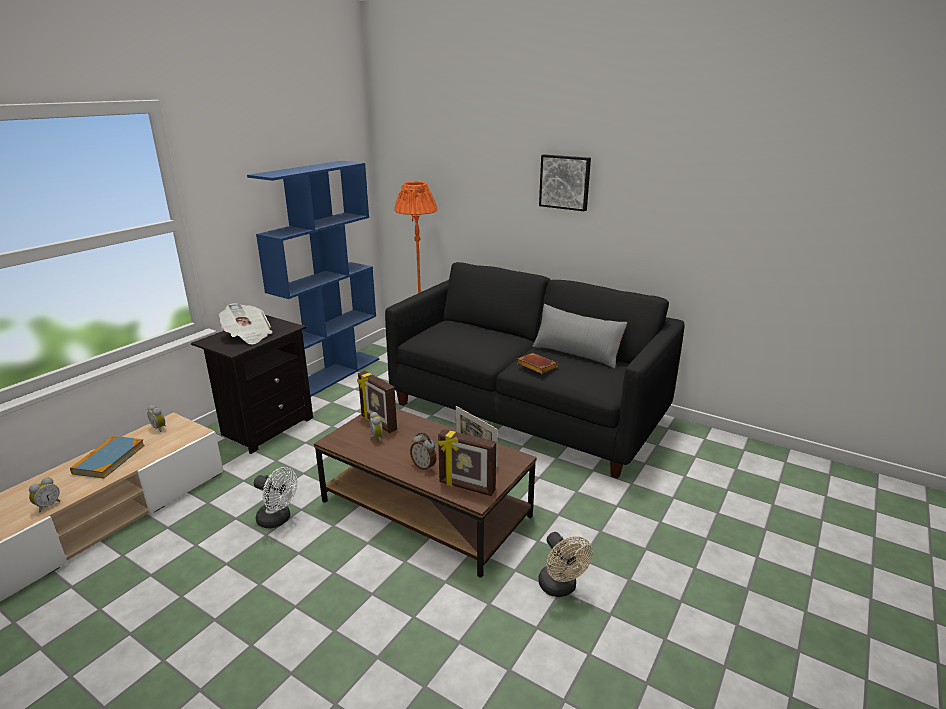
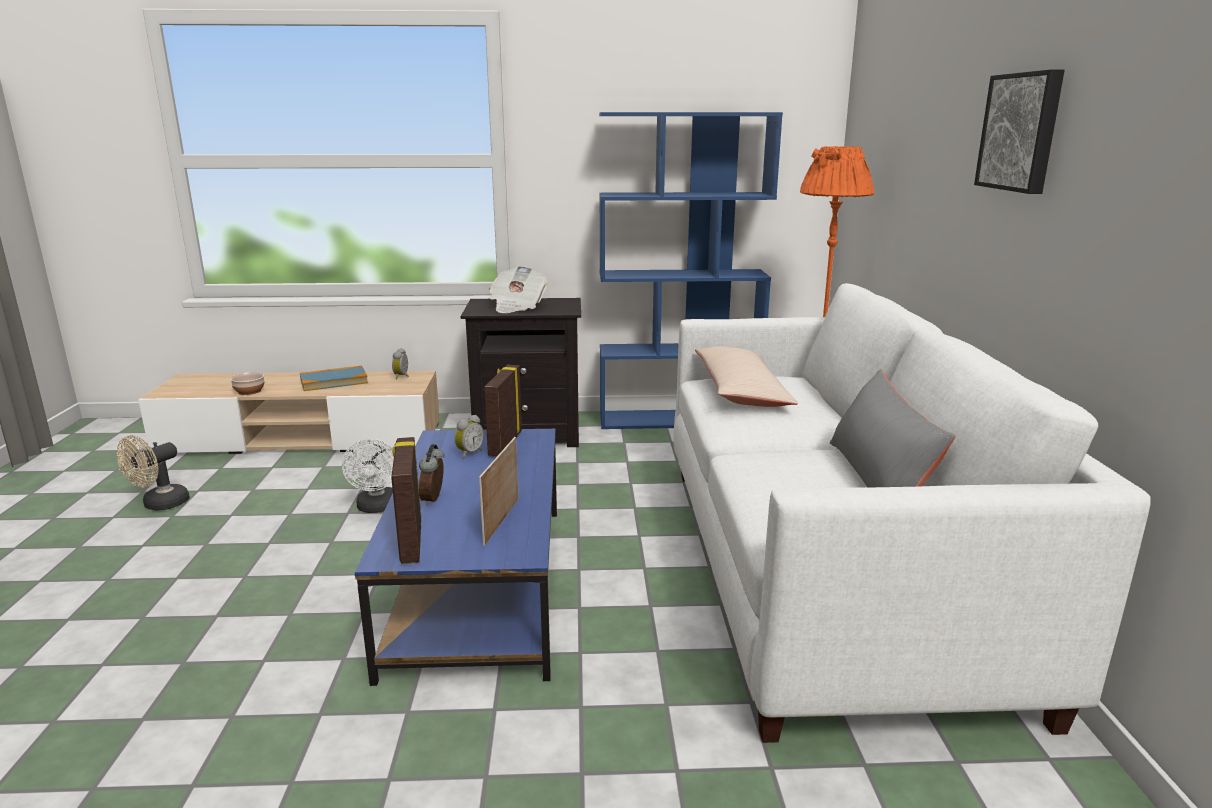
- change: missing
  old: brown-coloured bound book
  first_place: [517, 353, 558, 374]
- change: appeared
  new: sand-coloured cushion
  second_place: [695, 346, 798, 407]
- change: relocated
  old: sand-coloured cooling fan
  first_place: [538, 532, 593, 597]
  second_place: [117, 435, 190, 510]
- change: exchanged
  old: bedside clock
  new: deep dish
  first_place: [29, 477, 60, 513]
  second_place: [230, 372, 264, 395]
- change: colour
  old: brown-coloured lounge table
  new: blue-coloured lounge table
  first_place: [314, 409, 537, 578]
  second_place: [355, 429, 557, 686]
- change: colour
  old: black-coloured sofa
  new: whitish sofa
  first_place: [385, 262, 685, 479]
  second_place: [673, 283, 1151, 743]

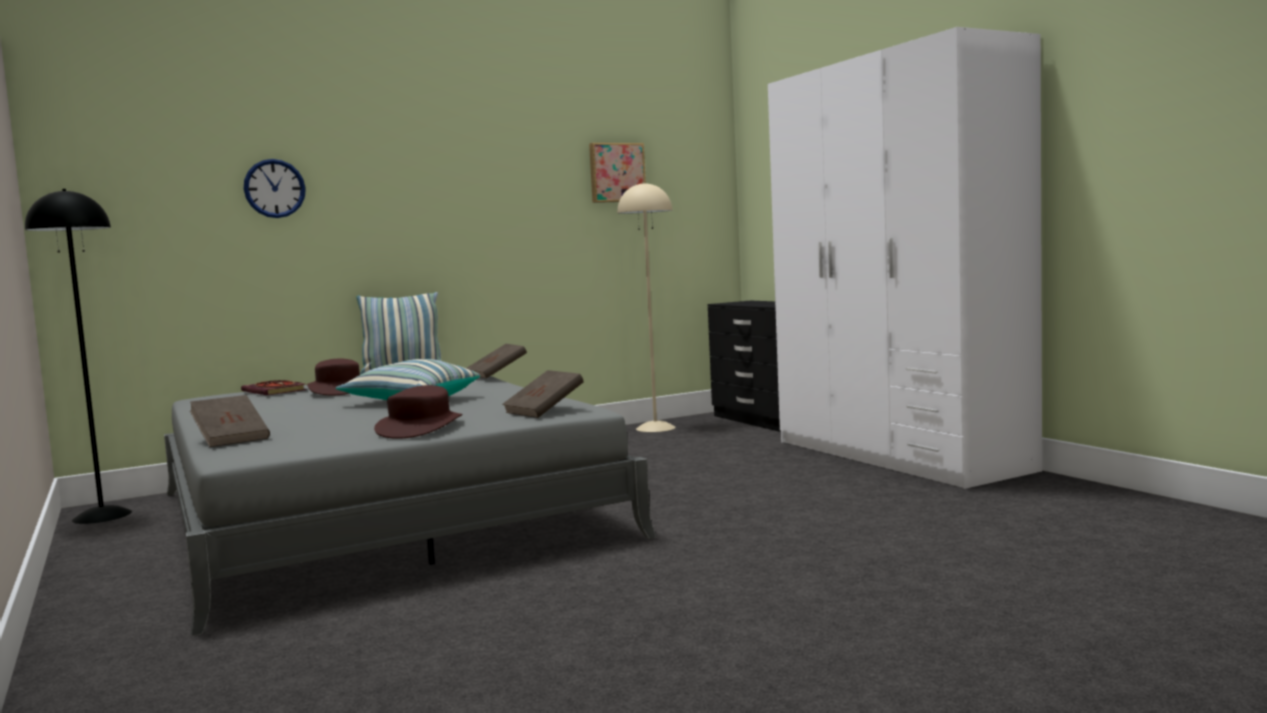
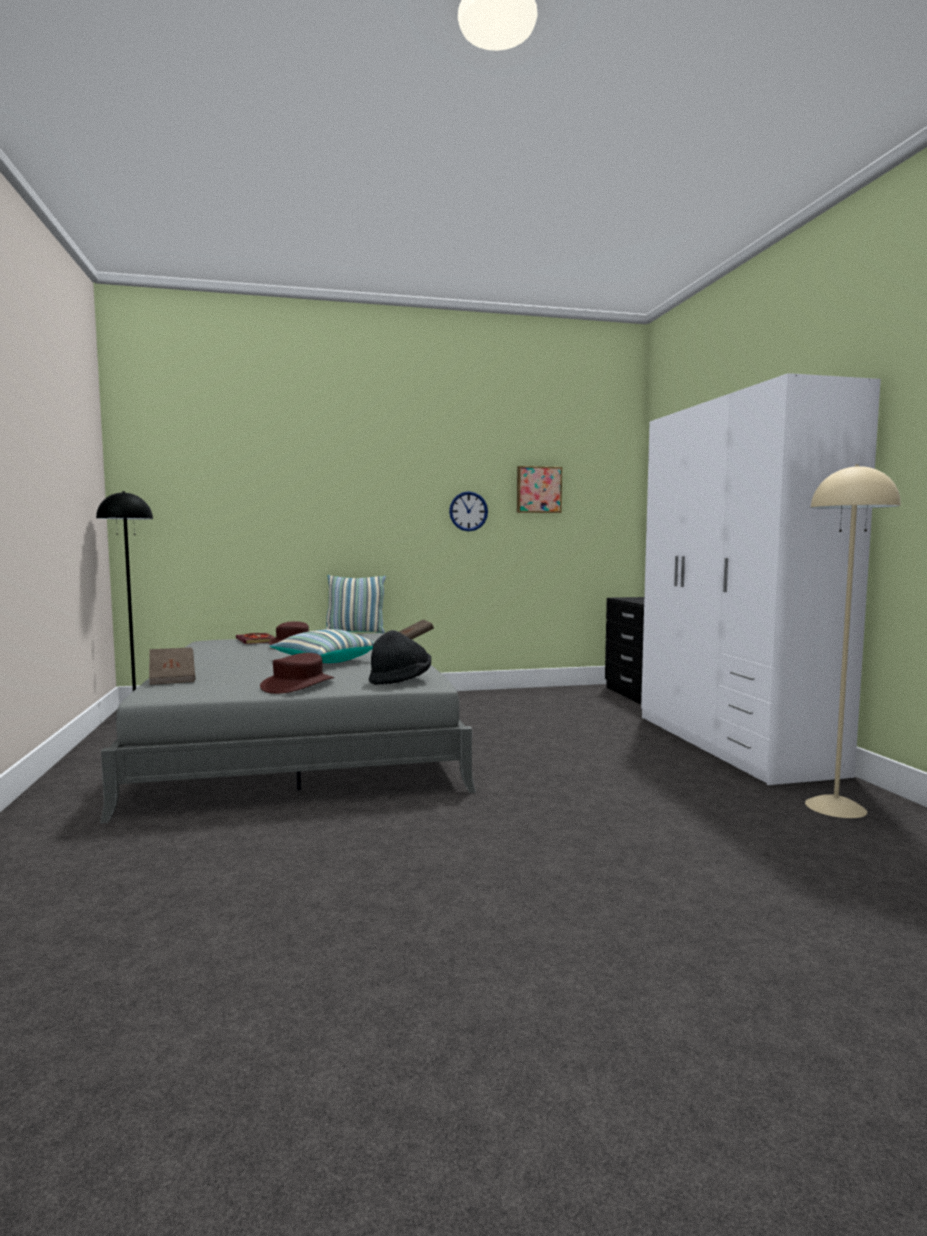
- change: relocated
  old: hanging clock
  first_place: [244, 159, 306, 218]
  second_place: [449, 491, 488, 531]
- change: relocated
  old: sand-coloured standing lamp
  first_place: [617, 182, 676, 432]
  second_place: [805, 464, 901, 818]
- change: exchanged
  old: brown-coloured bound book
  new: black-coloured hat
  first_place: [502, 370, 583, 418]
  second_place: [369, 630, 431, 685]

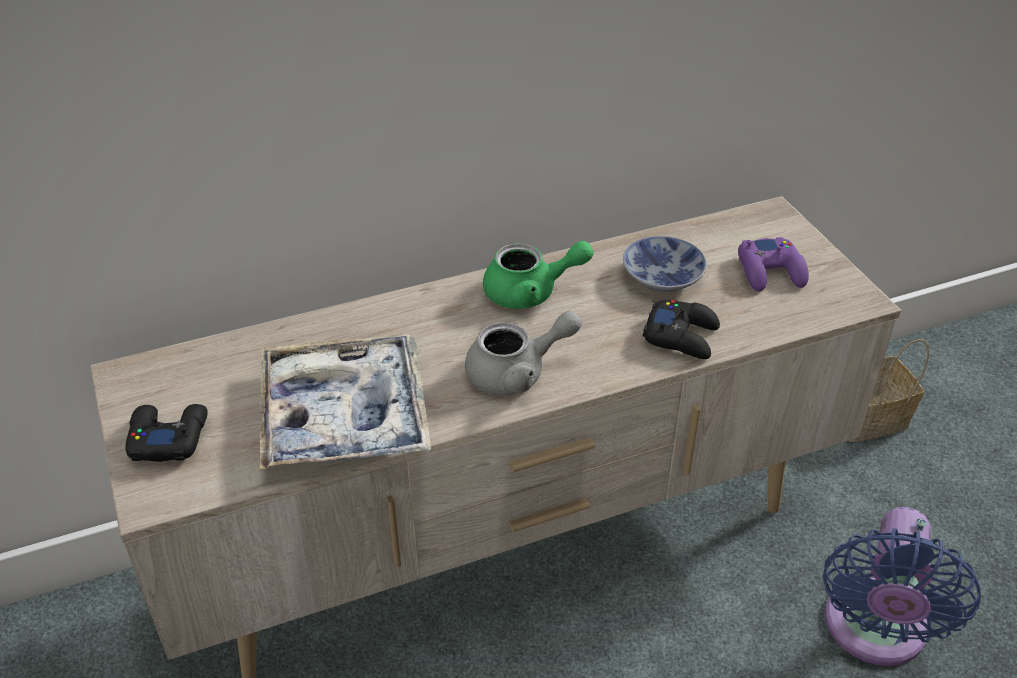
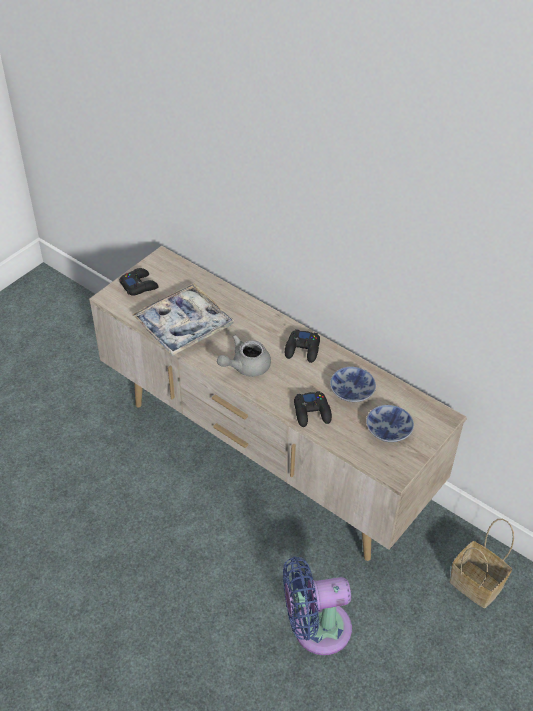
- change: exchanged
  old: greenish tea pot
  new: black-coloured game controller
  first_place: [483, 241, 594, 309]
  second_place: [285, 329, 320, 363]
- change: exchanged
  old: purplish game controller
  new: deep dish
  first_place: [738, 237, 809, 292]
  second_place: [366, 405, 414, 442]
- change: spun
  old: grey tea pot
  first_place: [465, 311, 582, 395]
  second_place: [217, 335, 271, 377]
  degrees: 105

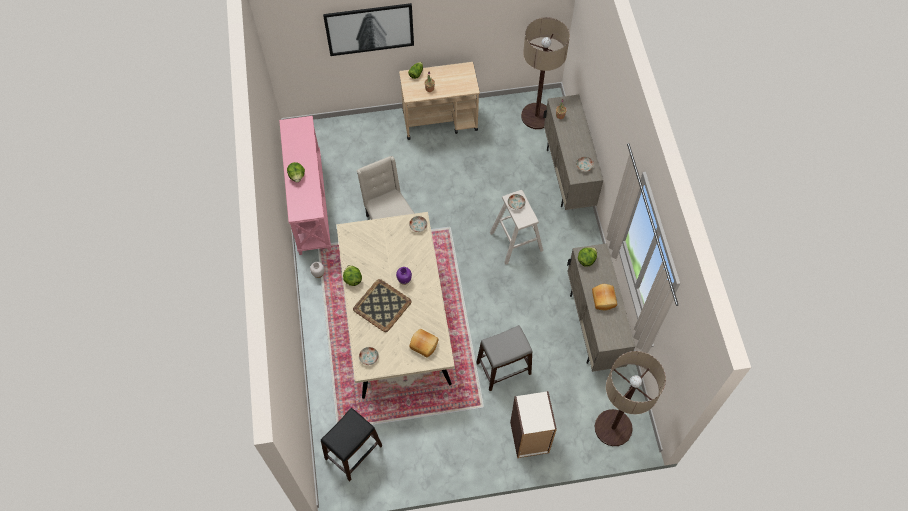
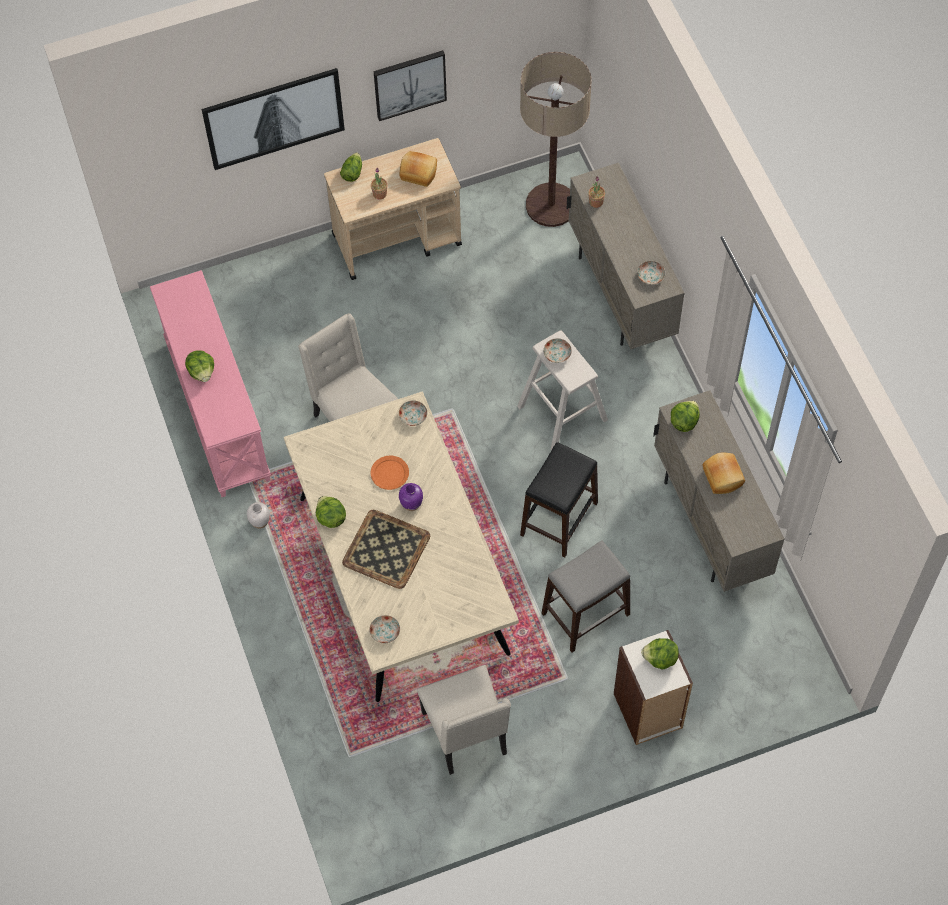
- change: missing
  old: standing lamp
  first_place: [595, 351, 666, 446]
- change: appeared
  new: orange-coloured plate
  second_place: [371, 456, 409, 490]
- change: appeared
  new: wall picture
  second_place: [374, 50, 447, 121]
- change: appeared
  new: sand-coloured upright chair
  second_place: [417, 665, 511, 775]
- change: appeared
  new: lettuce head
  second_place: [641, 638, 679, 670]
- change: relocated
  old: black-coloured sitting stool
  first_place: [321, 408, 382, 482]
  second_place: [520, 442, 598, 558]
- change: relocated
  old: bakery bread
  first_place: [409, 329, 438, 358]
  second_place: [400, 151, 437, 187]

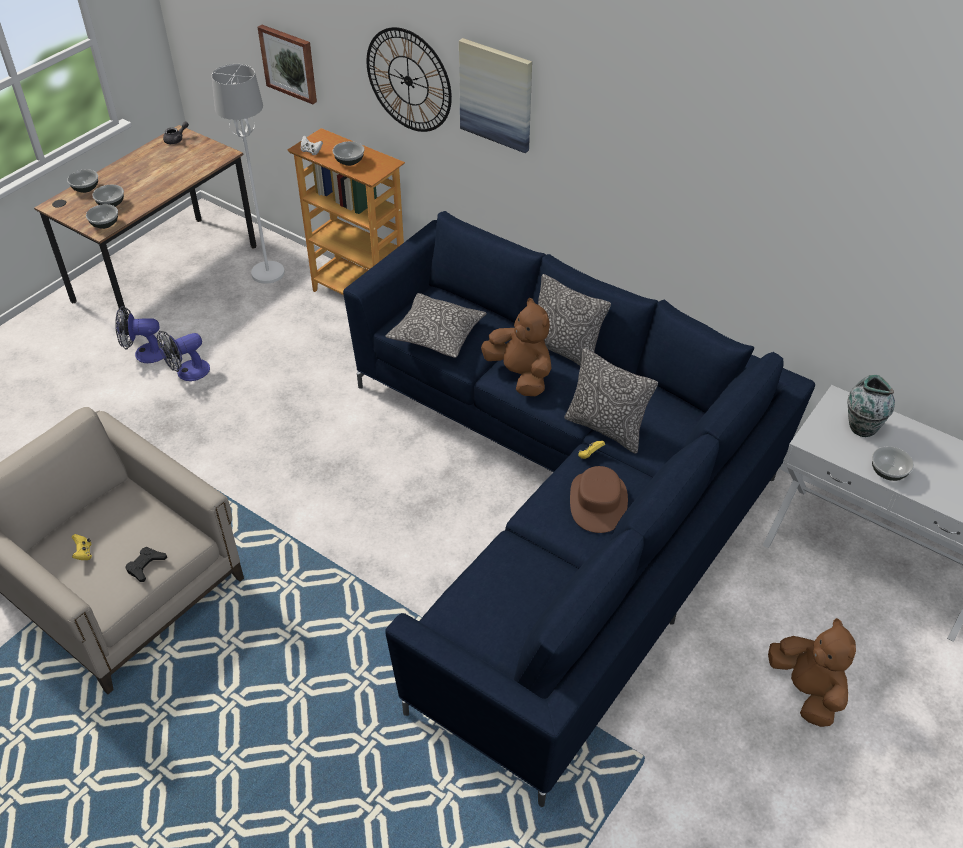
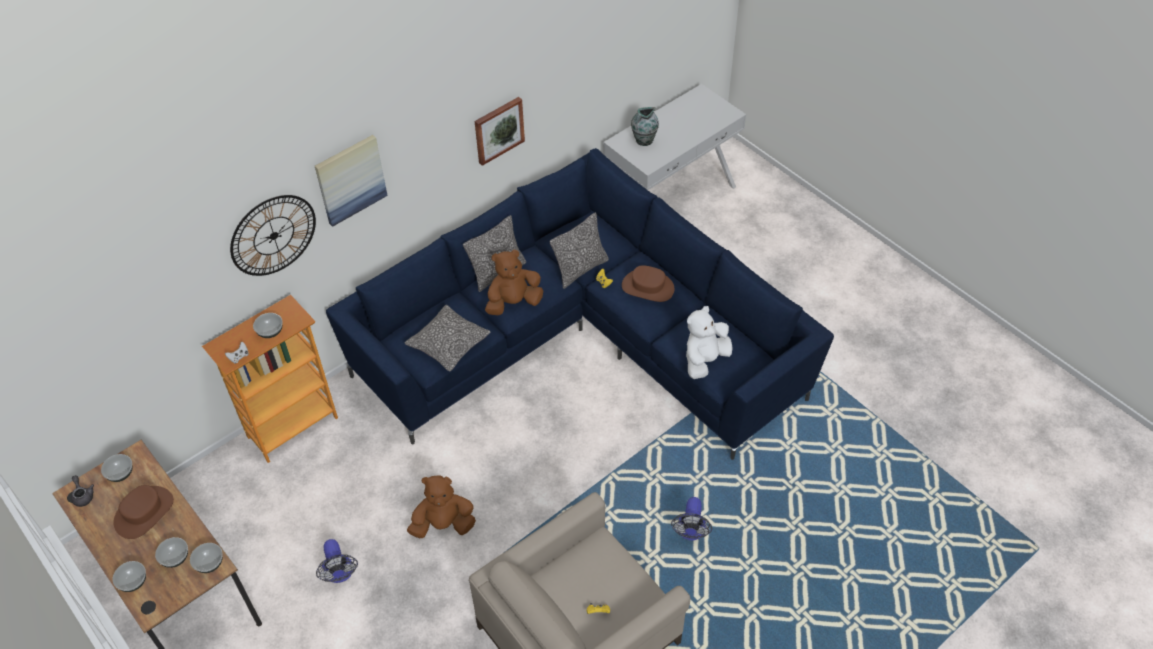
- change: missing
  old: black-coloured game controller
  first_place: [125, 547, 167, 582]
- change: missing
  old: whitish standing lamp
  first_place: [211, 64, 285, 284]
- change: appeared
  new: brown-coloured hat
  second_place: [113, 485, 174, 539]
- change: appeared
  new: whitish cuddly toy
  second_place: [686, 306, 733, 379]
- change: relocated
  old: cooling fan
  first_place: [115, 306, 163, 363]
  second_place: [671, 497, 712, 540]
- change: relocated
  old: wall picture
  first_place: [258, 25, 317, 104]
  second_place: [475, 97, 525, 166]
- change: relocated
  old: brown-coloured cuddly toy
  first_place: [768, 618, 856, 727]
  second_place: [407, 476, 476, 538]
- change: relocated
  old: deep dish
  first_place: [872, 446, 914, 481]
  second_place: [101, 454, 133, 482]

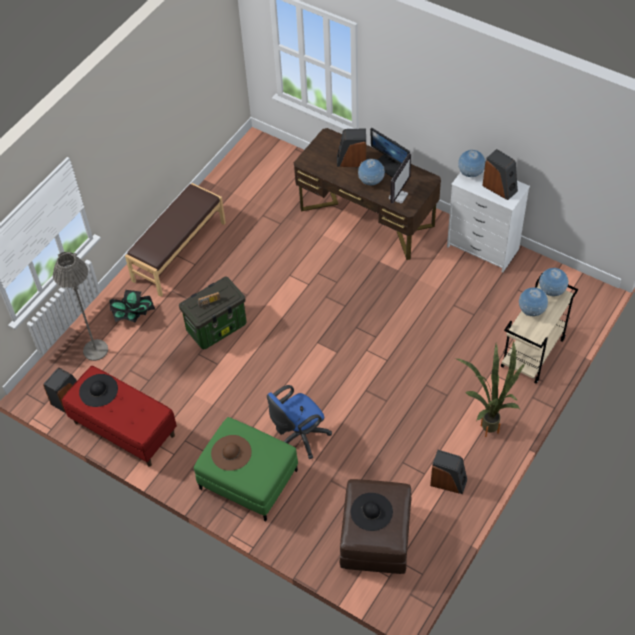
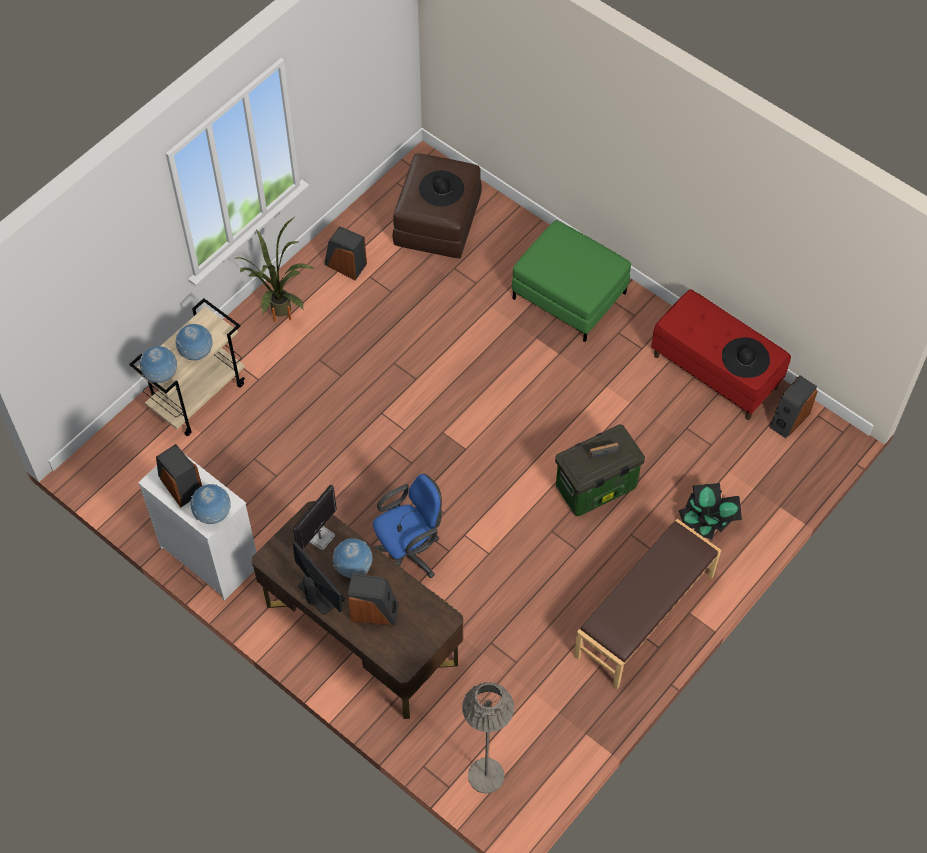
- change: missing
  old: brown-coloured hat
  first_place: [211, 435, 251, 471]
- change: relocated
  old: grey standing lamp
  first_place: [53, 252, 108, 361]
  second_place: [462, 682, 514, 794]
- change: relocated
  old: blue-coloured office chair
  first_place: [267, 385, 332, 459]
  second_place: [373, 474, 442, 578]

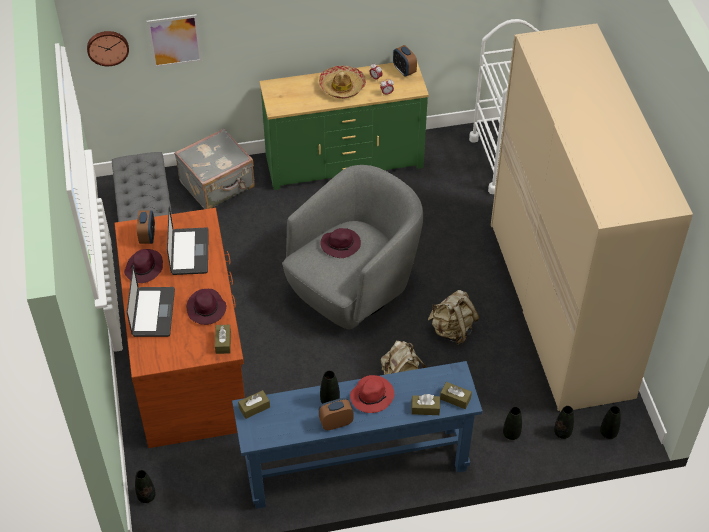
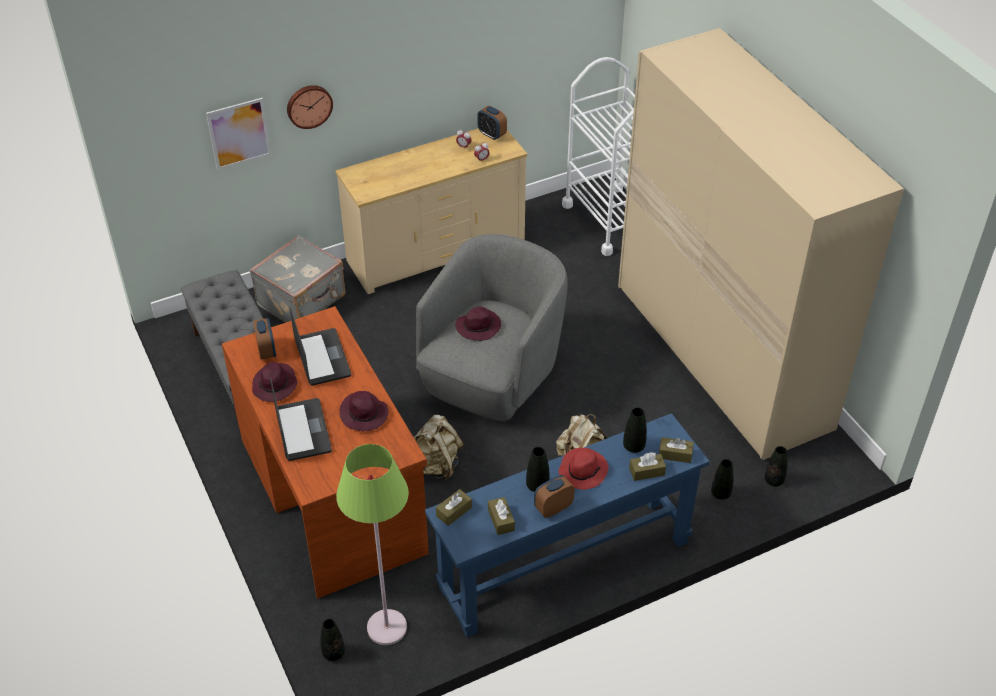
- change: missing
  old: hat
  first_place: [319, 66, 366, 99]
- change: appeared
  new: greenish standing lamp
  second_place: [336, 444, 409, 645]
- change: relocated
  old: hanging clock
  first_place: [87, 31, 129, 66]
  second_place: [287, 85, 333, 129]
- change: relocated
  old: brown-coloured tissue box
  first_place: [215, 325, 231, 354]
  second_place: [488, 497, 515, 535]
- change: relocated
  old: sand-coloured backpack
  first_place: [428, 290, 480, 345]
  second_place: [414, 415, 464, 481]
- change: relocated
  old: black-coloured decorative vase
  first_place: [600, 406, 621, 439]
  second_place: [623, 408, 647, 453]
- change: colour
  old: greenish drawer chest
  new: sand-coloured drawer chest
  first_place: [259, 62, 429, 190]
  second_place: [336, 129, 527, 294]

